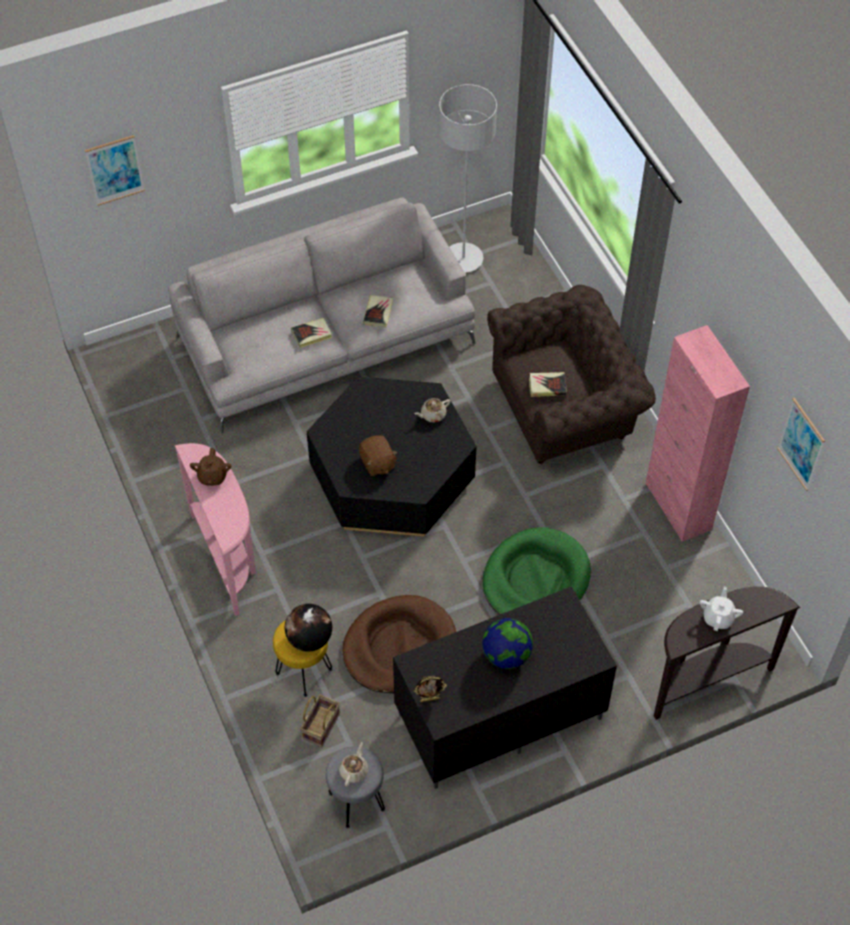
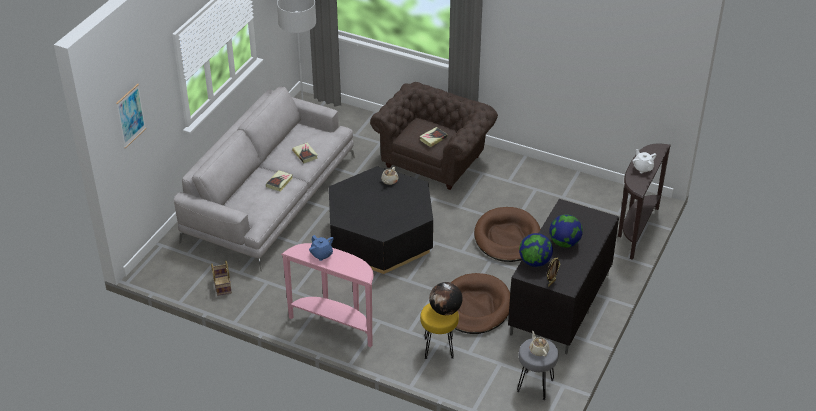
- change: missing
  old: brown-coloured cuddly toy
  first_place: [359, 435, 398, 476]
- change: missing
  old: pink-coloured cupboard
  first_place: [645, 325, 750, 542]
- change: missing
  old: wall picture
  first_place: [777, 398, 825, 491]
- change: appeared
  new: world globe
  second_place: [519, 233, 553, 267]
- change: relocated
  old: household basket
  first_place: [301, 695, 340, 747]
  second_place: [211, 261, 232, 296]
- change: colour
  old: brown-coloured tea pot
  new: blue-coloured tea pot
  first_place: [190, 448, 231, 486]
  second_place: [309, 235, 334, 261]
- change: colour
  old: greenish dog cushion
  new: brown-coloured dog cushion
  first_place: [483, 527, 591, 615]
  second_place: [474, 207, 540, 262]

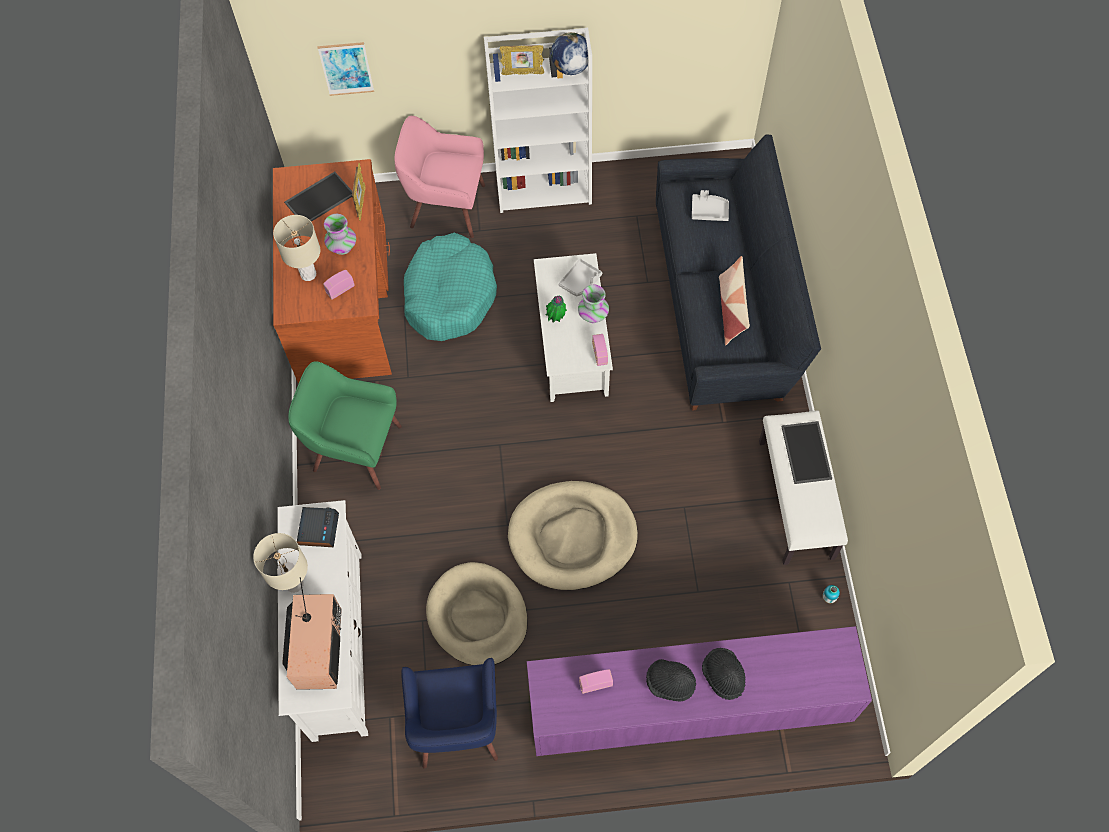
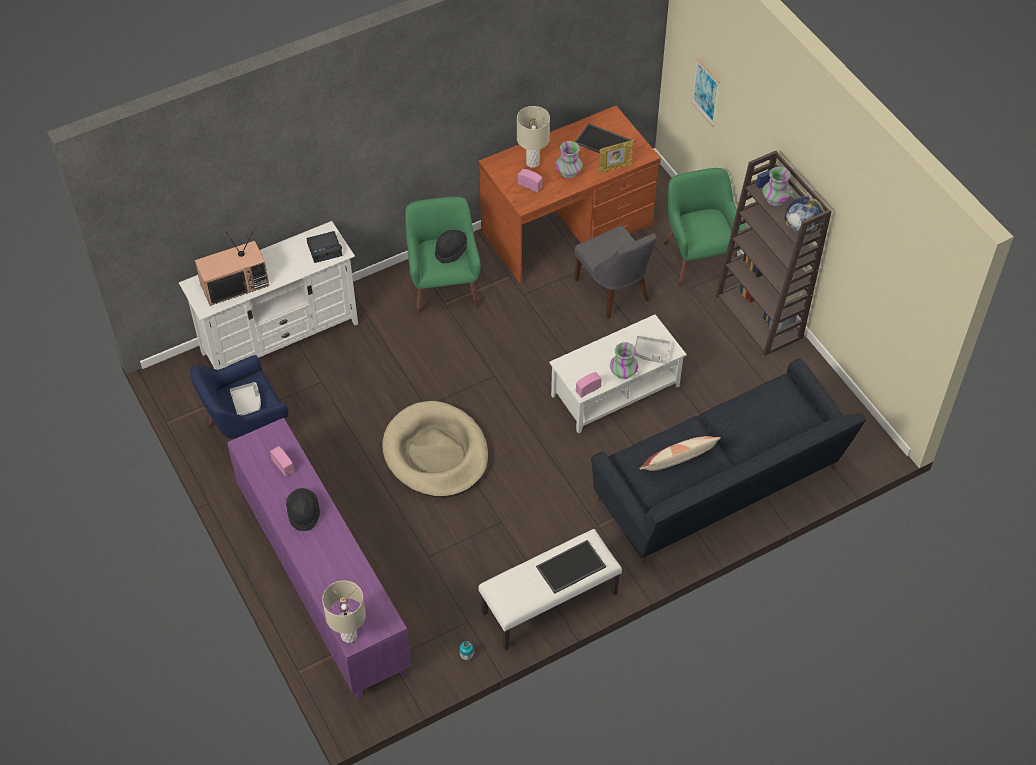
- change: missing
  old: sand-coloured dog cushion
  first_place: [426, 562, 528, 665]
- change: missing
  old: potted plant
  first_place: [546, 296, 567, 322]
- change: relocated
  old: sand-coloured table lamp
  first_place: [253, 533, 308, 593]
  second_place: [322, 581, 366, 643]
- change: relocated
  old: grey tray
  first_place: [692, 190, 729, 221]
  second_place: [230, 382, 261, 415]
- change: relocated
  old: black-coloured hat
  first_place: [702, 648, 745, 700]
  second_place: [435, 230, 467, 263]
- change: exchanged
  old: turquoise-coloured dog cushion
  new: grey upright chair
  first_place: [404, 233, 497, 341]
  second_place: [574, 225, 657, 319]
- change: exchanged
  old: photo frame
  new: decorative vase
  first_place: [499, 45, 544, 75]
  second_place: [762, 167, 791, 206]
- change: colour
  old: pink-coloured easy chair
  new: greenish easy chair
  first_place: [395, 116, 485, 238]
  second_place: [664, 168, 746, 287]
- change: colour
  old: whitish shelving unit
  new: brown-coloured shelving unit
  first_place: [484, 28, 592, 213]
  second_place: [716, 151, 832, 356]

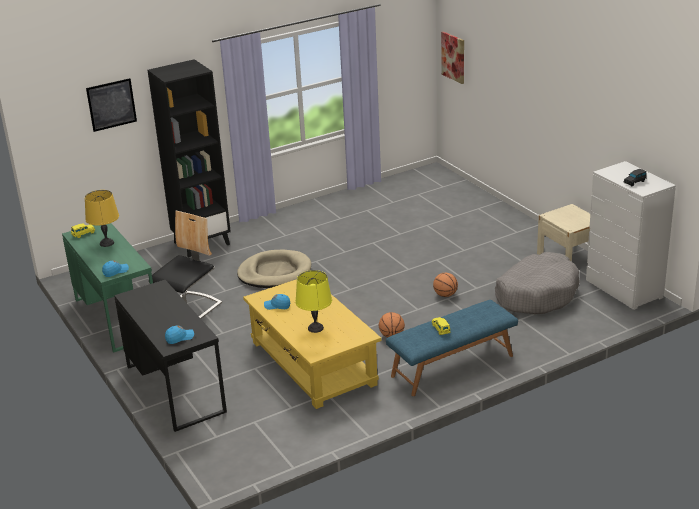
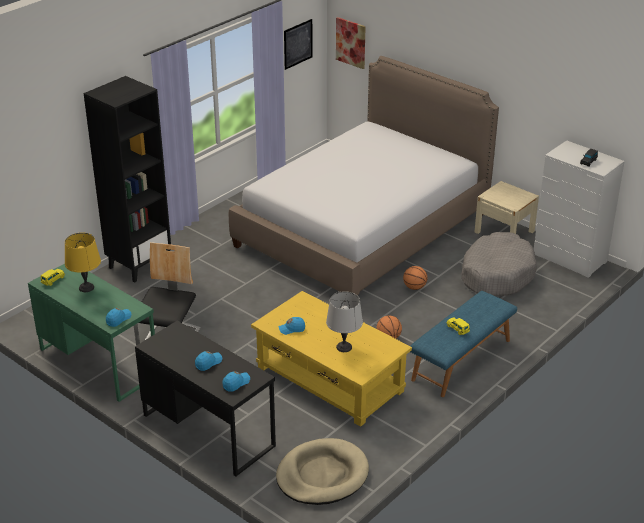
- change: appeared
  new: blue-coloured cap
  second_place: [195, 351, 222, 371]
- change: appeared
  new: sleeping bed
  second_place: [229, 56, 499, 296]
- change: relocated
  old: wall picture
  first_place: [86, 78, 137, 132]
  second_place: [284, 19, 313, 70]
- change: relocated
  old: sand-coloured dog cushion
  first_place: [237, 250, 311, 288]
  second_place: [276, 438, 369, 505]
- change: colour
  old: yellow-coloured table lamp
  new: grey table lamp
  first_place: [295, 270, 332, 333]
  second_place: [326, 291, 363, 352]

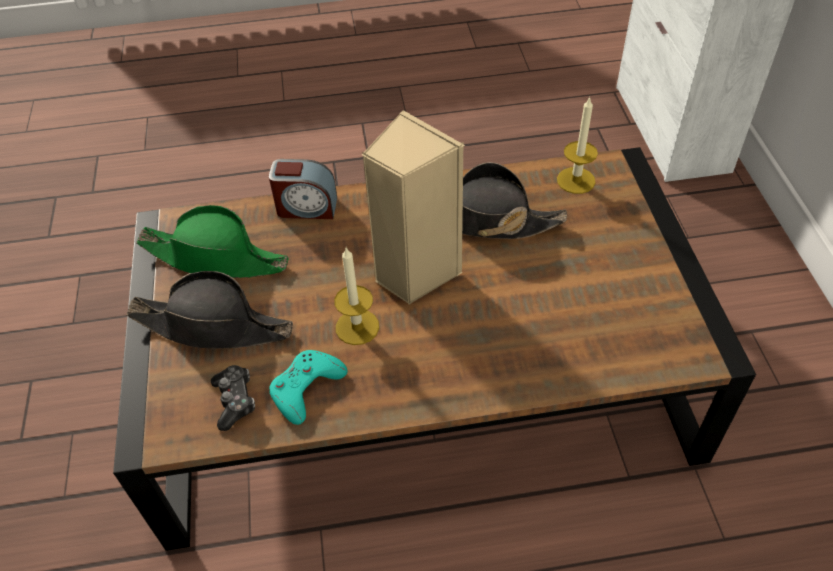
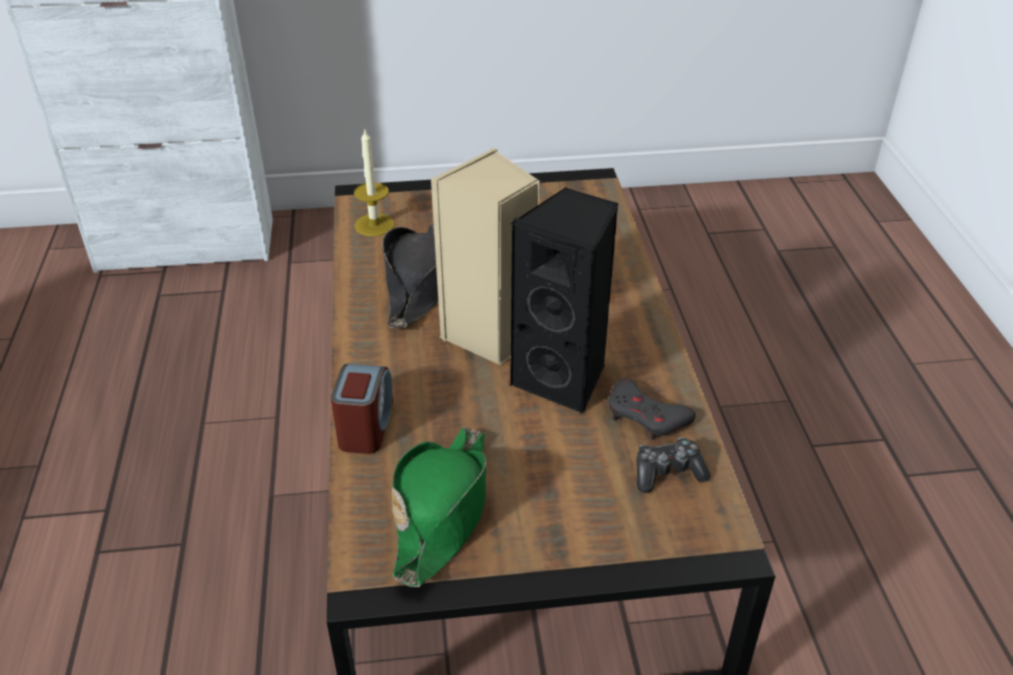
- change: missing
  old: black-coloured hat
  first_place: [126, 271, 293, 349]
- change: exchanged
  old: wax light
  new: black-coloured audio speaker
  first_place: [334, 248, 379, 345]
  second_place: [510, 187, 619, 414]
- change: colour
  old: turquoise-coloured game controller
  new: grey game controller
  first_place: [269, 350, 348, 425]
  second_place: [608, 378, 696, 440]

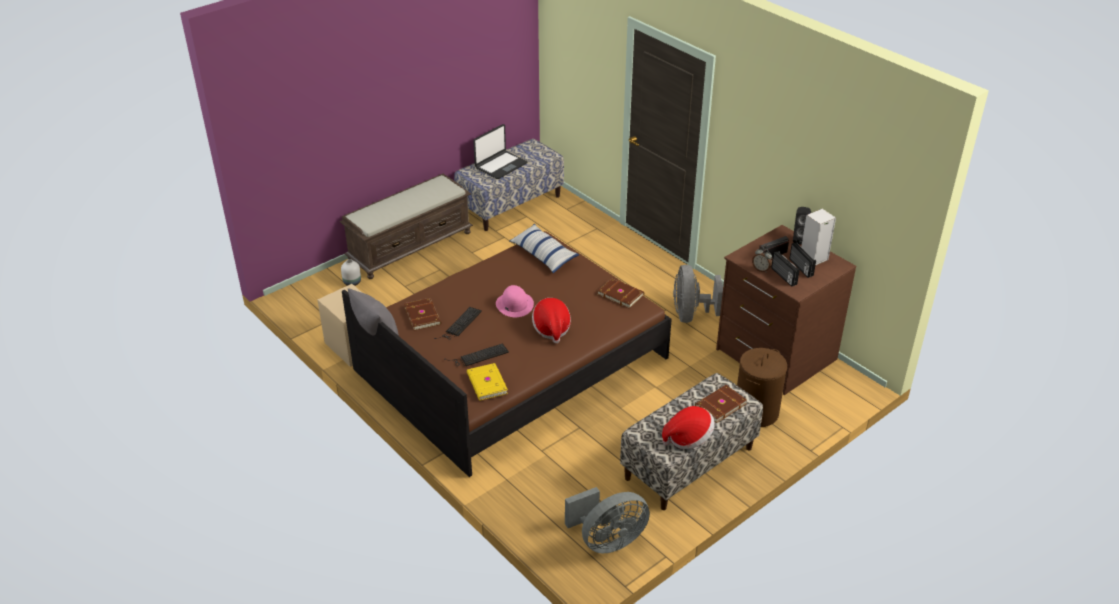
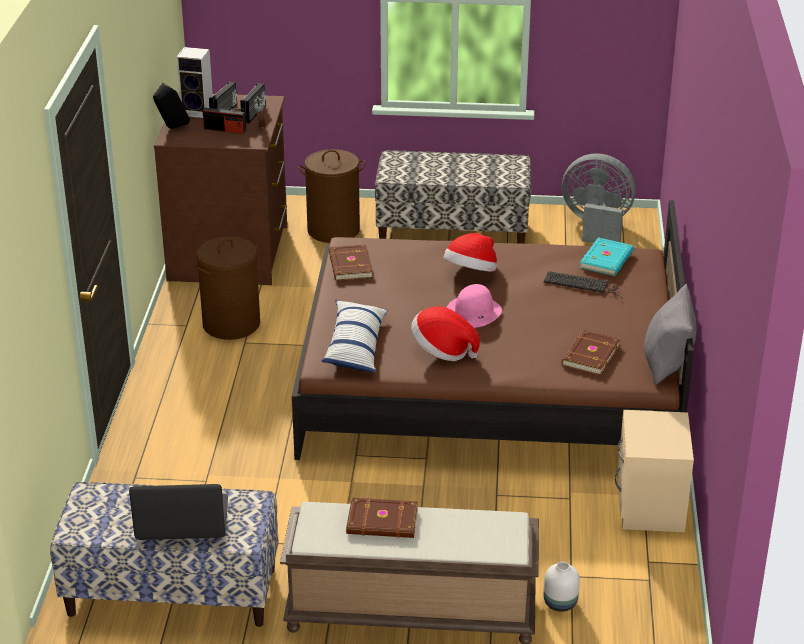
- change: missing
  old: keyboard
  first_place: [434, 307, 482, 340]
- change: relocated
  old: hat
  first_place: [662, 406, 715, 449]
  second_place: [411, 306, 480, 361]
- change: relocated
  old: brown-coloured bound book
  first_place: [695, 385, 747, 423]
  second_place: [346, 498, 418, 538]
- change: exchanged
  old: grey cooling fan
  new: brown-coloured hamper
  first_place: [673, 265, 723, 323]
  second_place: [195, 237, 260, 340]
- change: colour
  old: yellow-coloured bound book
  new: turquoise-coloured bound book
  first_place: [467, 363, 508, 401]
  second_place: [580, 237, 634, 276]

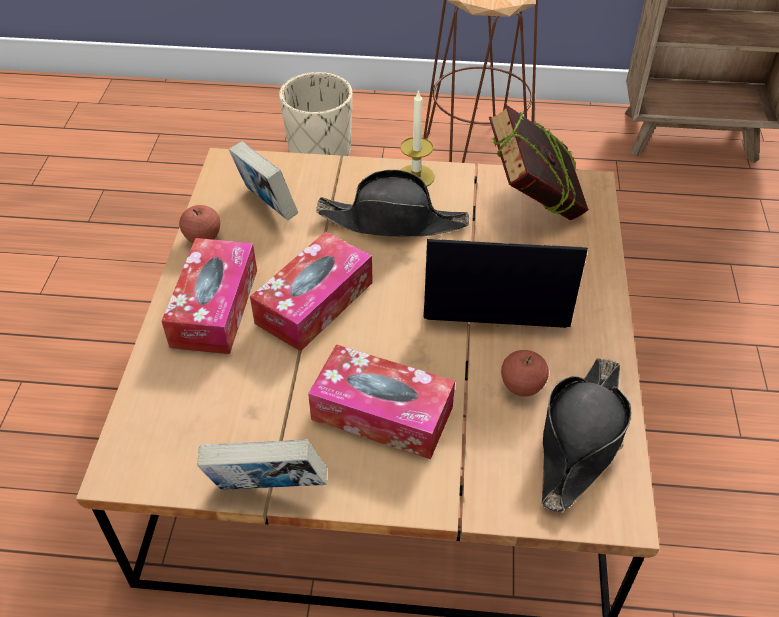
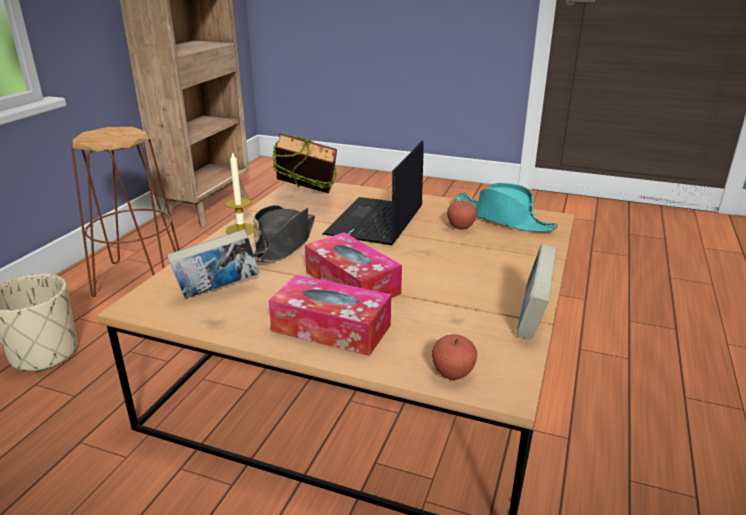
- change: missing
  old: tissue box
  first_place: [308, 344, 455, 459]
- change: relocated
  old: whole apple
  first_place: [179, 205, 220, 243]
  second_place: [432, 334, 477, 380]
- change: colour
  old: black-coloured hat
  new: turquoise-coloured hat
  first_place: [542, 358, 631, 513]
  second_place: [454, 183, 558, 232]

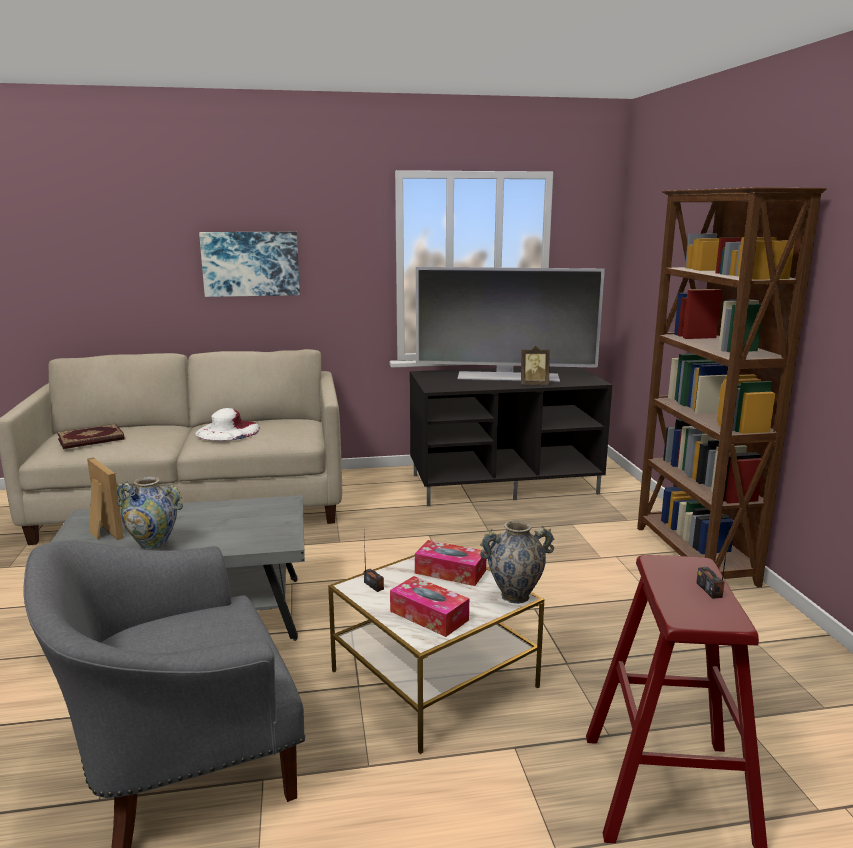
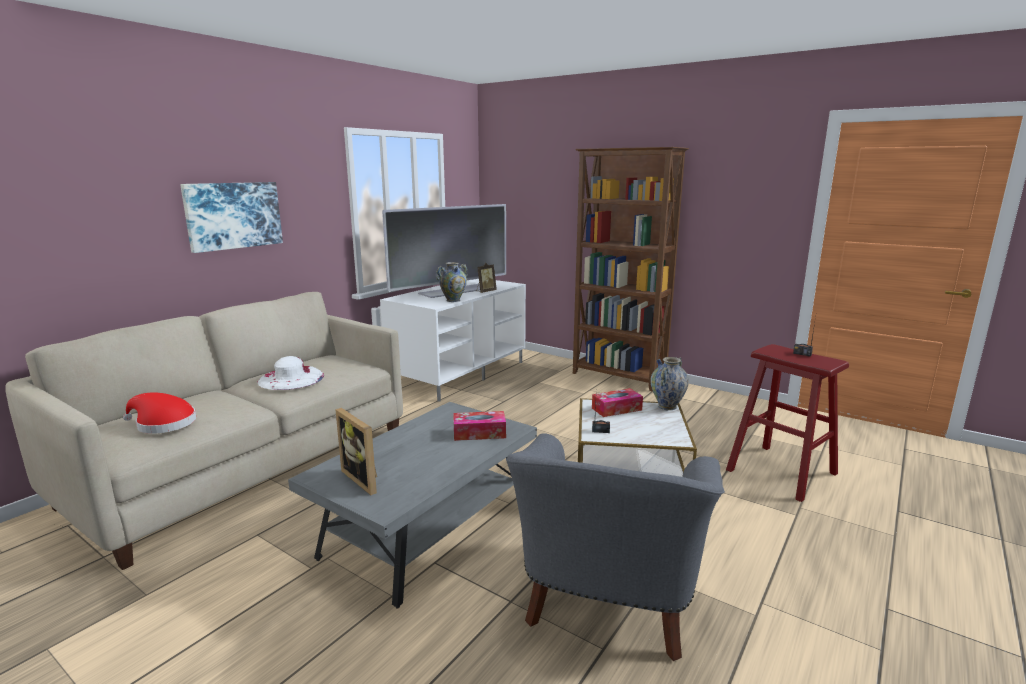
- change: relocated
  old: decorative vase
  first_place: [116, 476, 183, 550]
  second_place: [436, 262, 468, 302]
- change: relocated
  old: tissue box
  first_place: [390, 576, 469, 637]
  second_place: [454, 411, 506, 441]
- change: exchanged
  old: bound book
  new: red hat
  first_place: [57, 424, 125, 449]
  second_place: [123, 392, 196, 434]
- change: colour
  old: black-coloured tv stand
  new: whitish tv stand
  first_place: [410, 367, 612, 506]
  second_place: [380, 279, 526, 402]
- change: spun
  old: photo frame
  first_place: [87, 457, 124, 540]
  second_place: [335, 408, 377, 495]
  degrees: -135

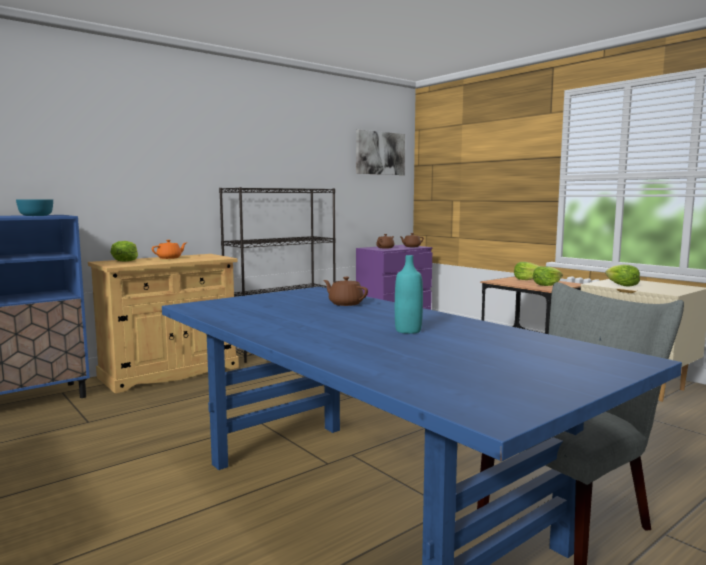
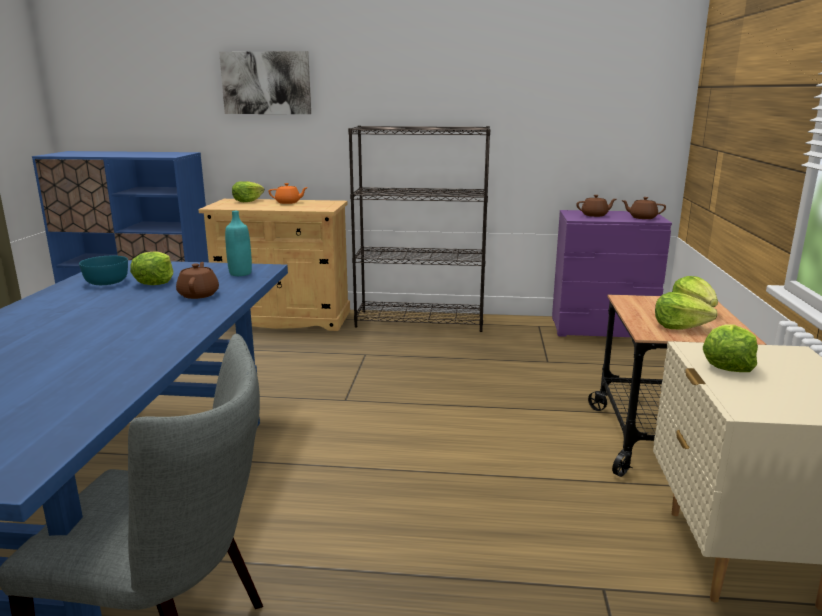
- change: appeared
  new: lettuce head
  second_place: [130, 251, 173, 285]
- change: relocated
  old: turquoise-coloured deep dish
  first_place: [16, 200, 53, 216]
  second_place: [79, 255, 128, 285]
- change: relocated
  old: wall picture
  first_place: [356, 130, 405, 175]
  second_place: [219, 51, 311, 114]
- change: relocated
  old: turquoise-coloured drink bottle
  first_place: [395, 255, 423, 334]
  second_place: [225, 211, 252, 276]

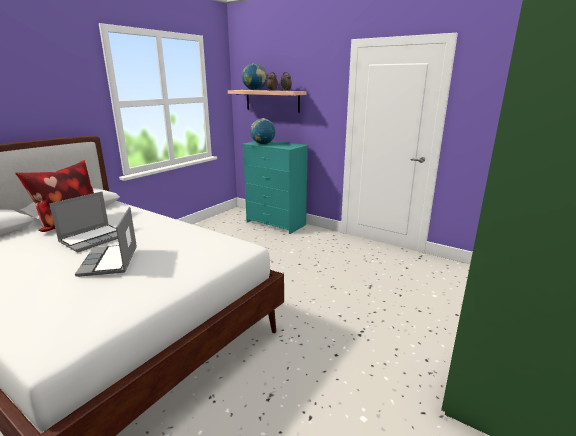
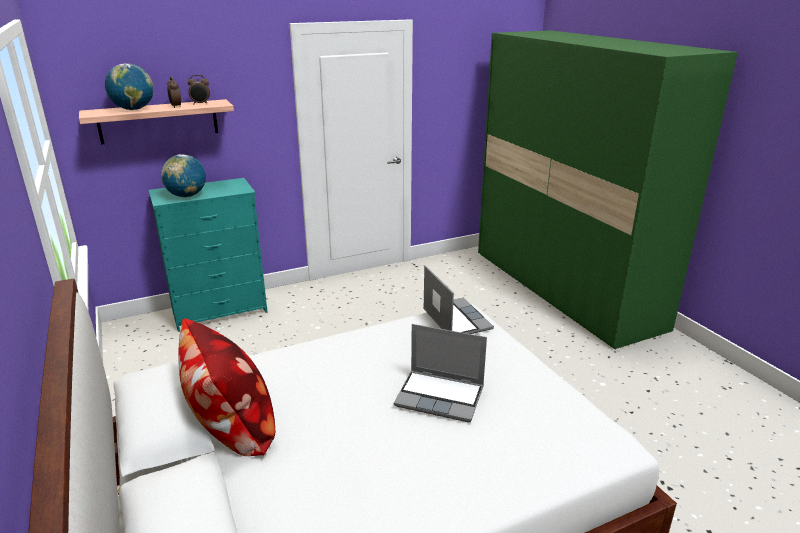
- change: relocated
  old: laptop
  first_place: [49, 191, 118, 252]
  second_place: [423, 265, 494, 334]

